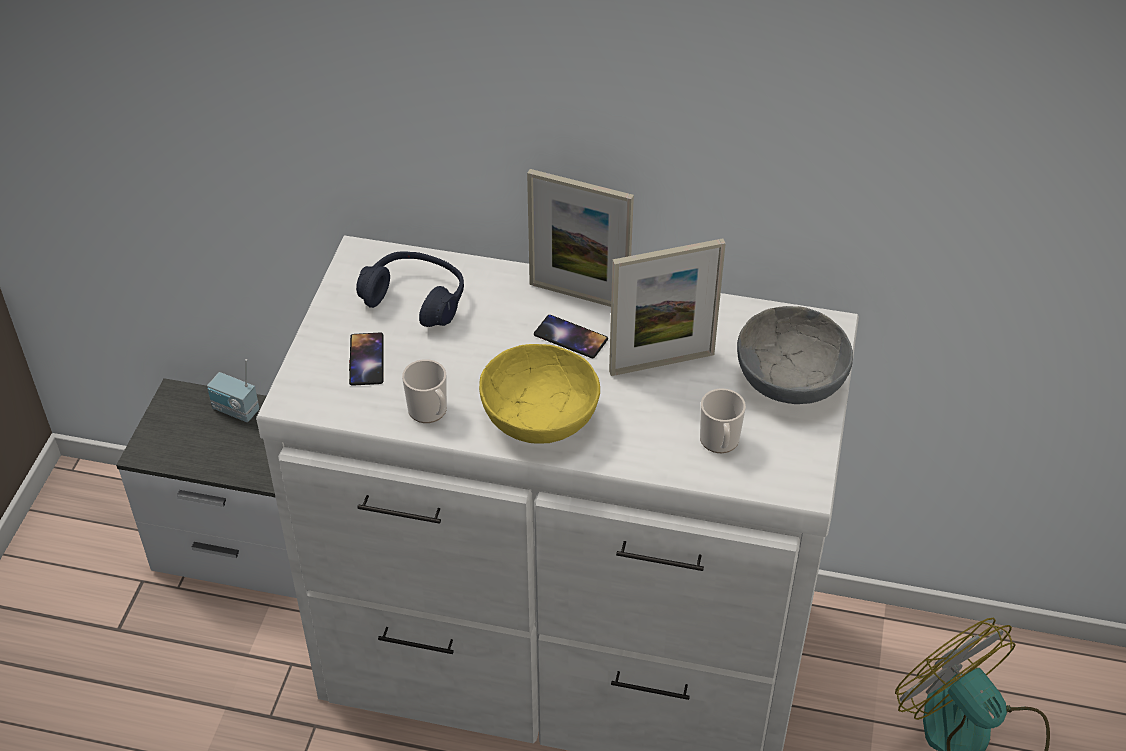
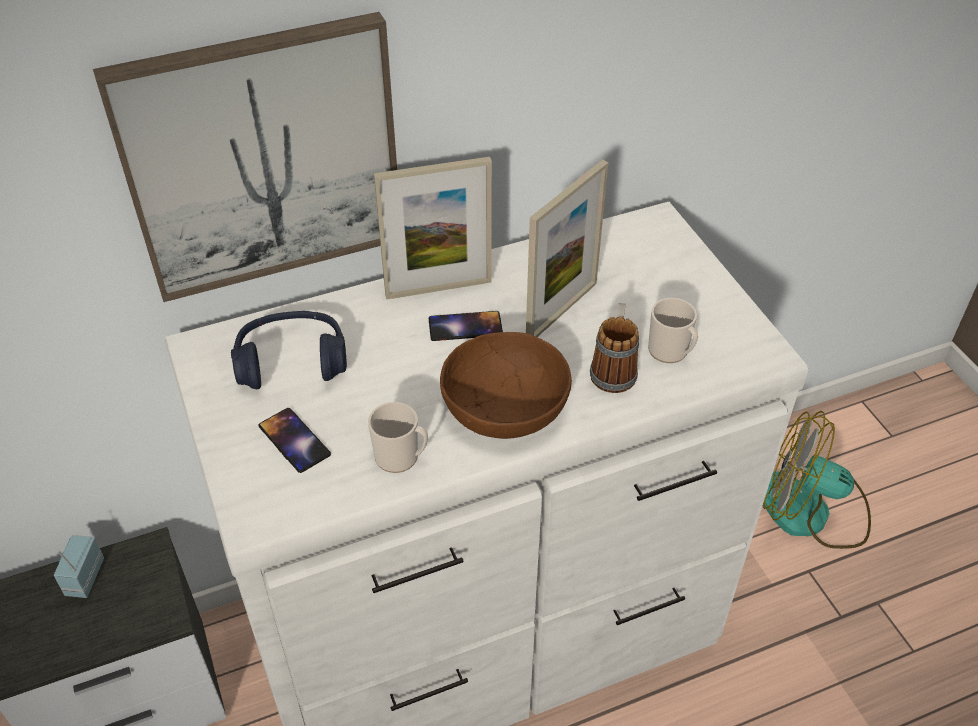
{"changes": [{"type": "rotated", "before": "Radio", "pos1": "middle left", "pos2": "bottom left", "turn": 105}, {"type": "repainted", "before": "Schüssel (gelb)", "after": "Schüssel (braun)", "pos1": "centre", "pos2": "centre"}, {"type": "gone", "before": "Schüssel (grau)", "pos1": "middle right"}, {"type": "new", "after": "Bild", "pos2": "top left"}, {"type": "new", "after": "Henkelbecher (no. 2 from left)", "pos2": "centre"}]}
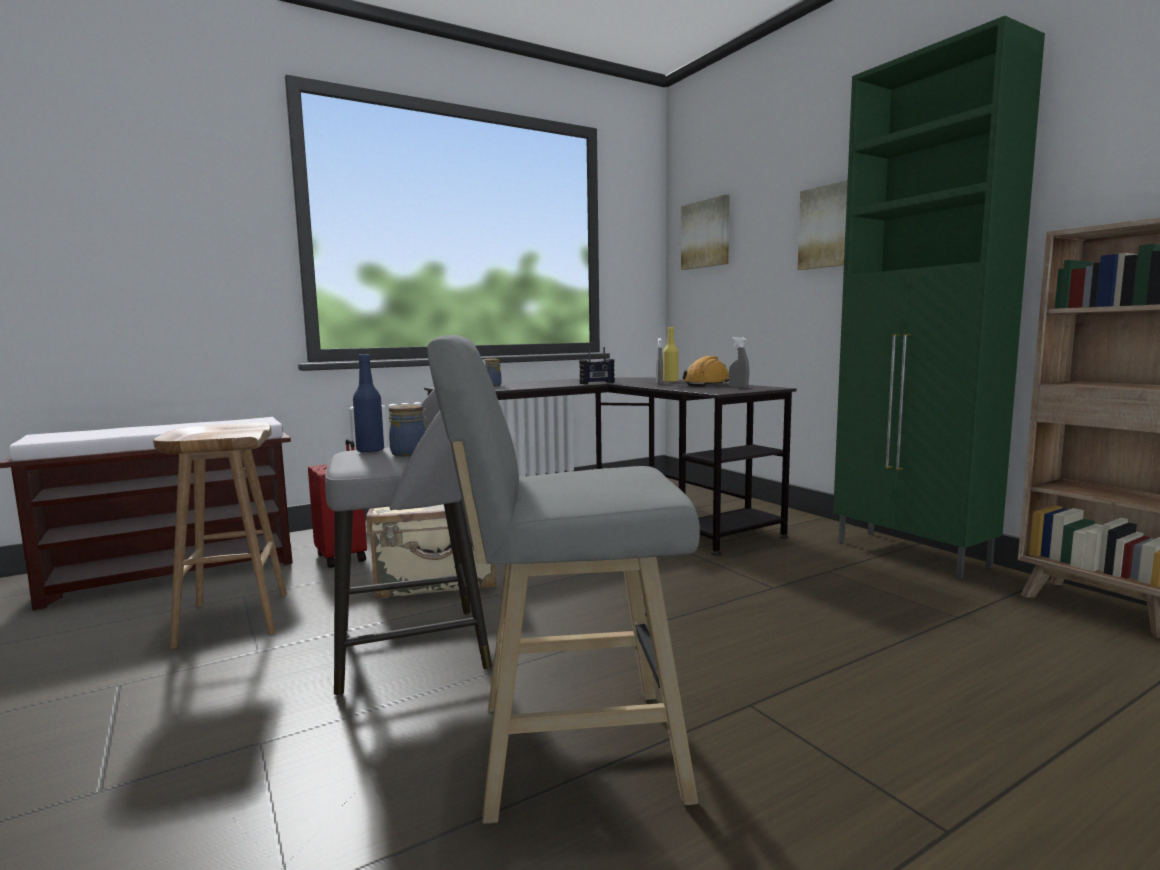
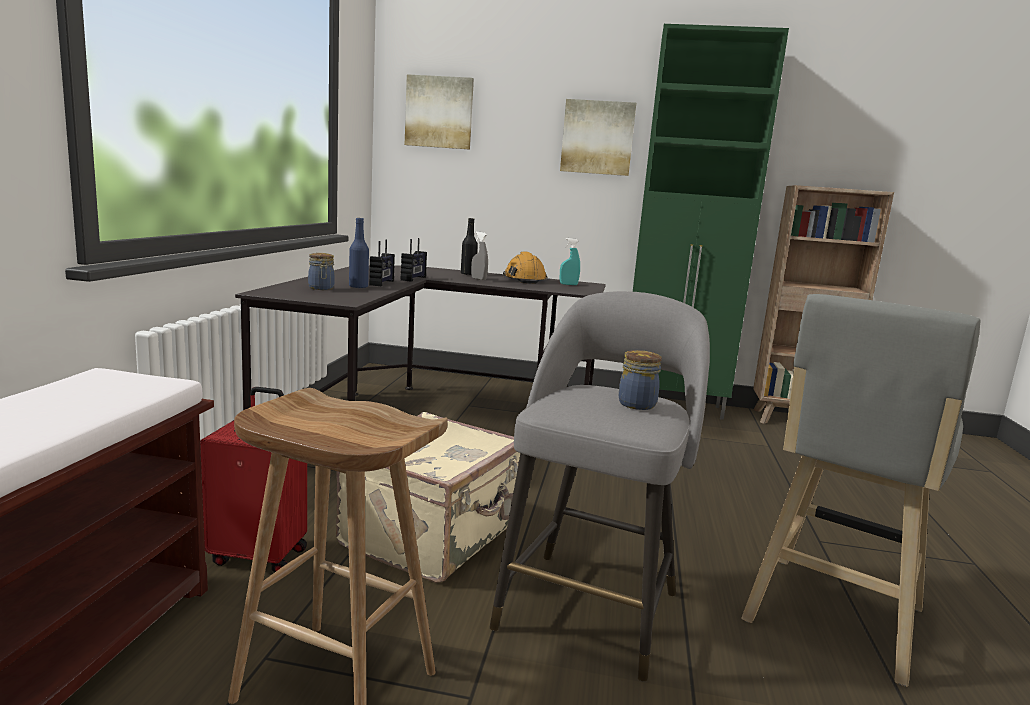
{"changes": [{"type": "shifted", "before": "Flasche (blau)", "pos1": "middle left", "pos2": "centre"}, {"type": "repainted", "before": "Flasche (gelb)", "after": "Flasche (schwarz)", "pos1": "centre", "pos2": "centre"}, {"type": "repainted", "before": "Sprühflasche (grau) (no. 2 from left)", "after": "Sprühflasche (türkis)", "pos1": "centre", "pos2": "centre"}, {"type": "new", "after": "Radio (no. 1 from left)", "pos2": "centre"}]}
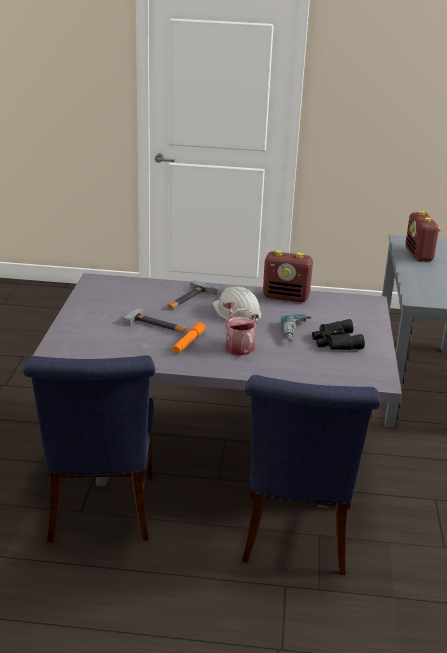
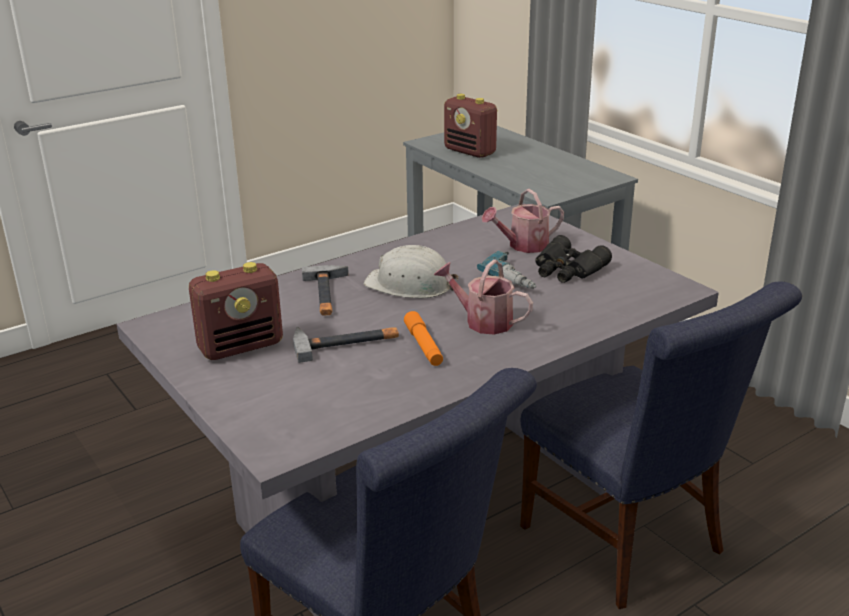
{"changes": [{"type": "shifted", "before": "Radio (no. 1 from left)", "pos1": "centre", "pos2": "middle left"}, {"type": "new", "after": "Gießkanne (no. 2 from left)", "pos2": "centre"}]}
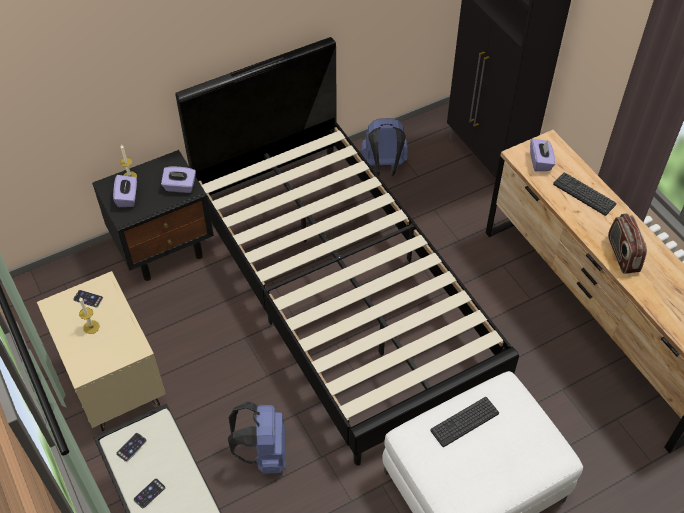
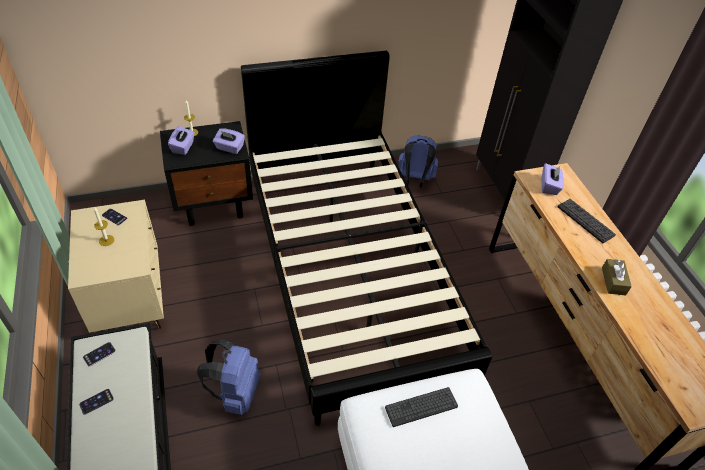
{"changes": [{"type": "swapped", "before": "Radio", "after": "Taschentuchbox (braun)", "pos1": "middle right", "pos2": "middle right"}]}
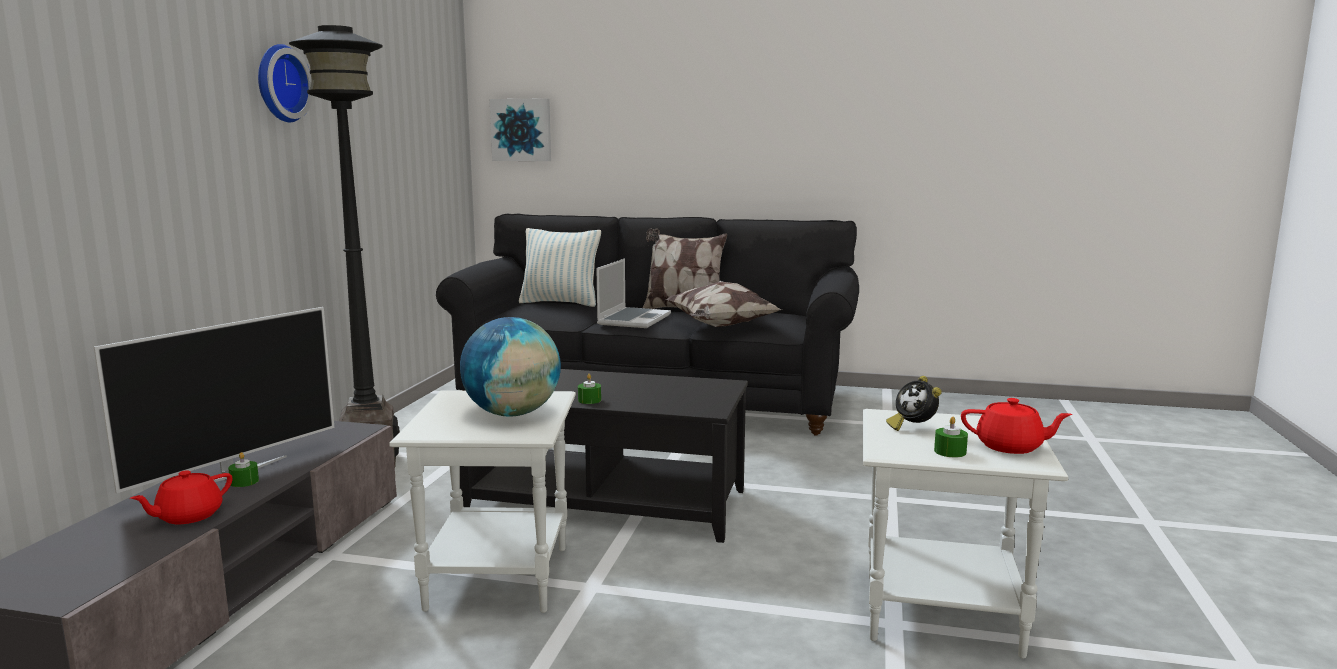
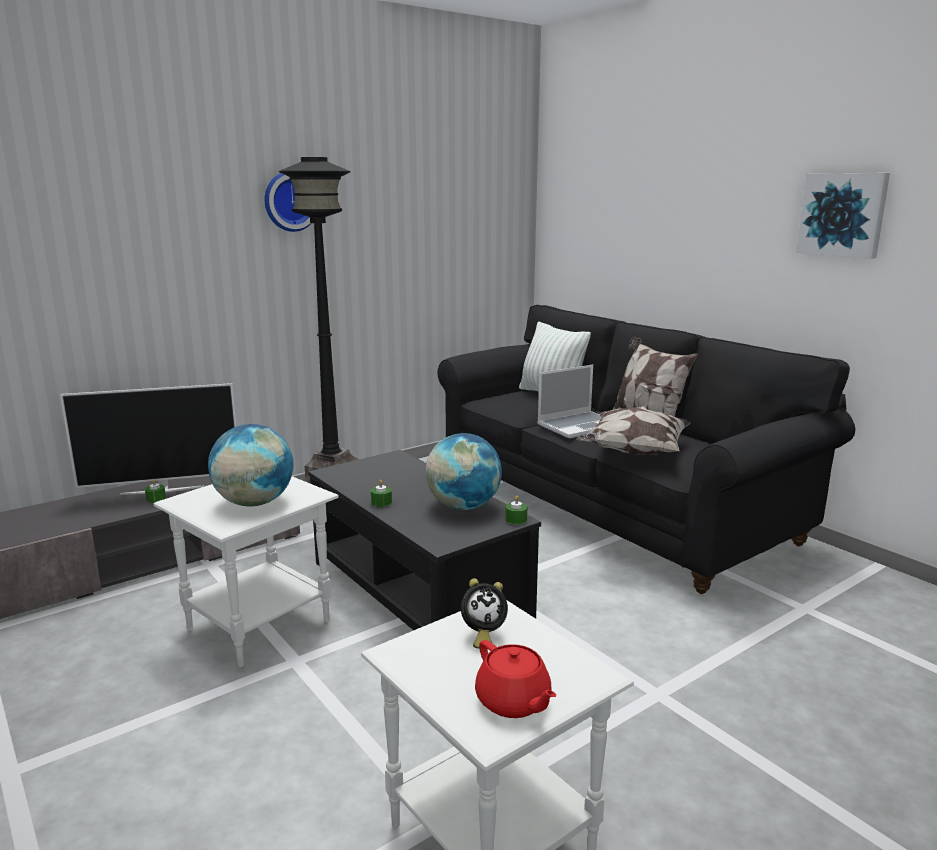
{"changes": [{"type": "gone", "before": "Teekanne (rot) (no. 1 from left)", "pos1": "bottom left"}, {"type": "shifted", "before": "Bild", "pos1": "top centre", "pos2": "top right"}, {"type": "rotated", "before": "Wecker", "pos1": "middle right", "pos2": "bottom centre", "turn": -120}, {"type": "shifted", "before": "Kerze (grün) (no. 3 from left)", "pos1": "middle right", "pos2": "centre"}, {"type": "new", "after": "Globus (no. 2 from left)", "pos2": "centre"}]}
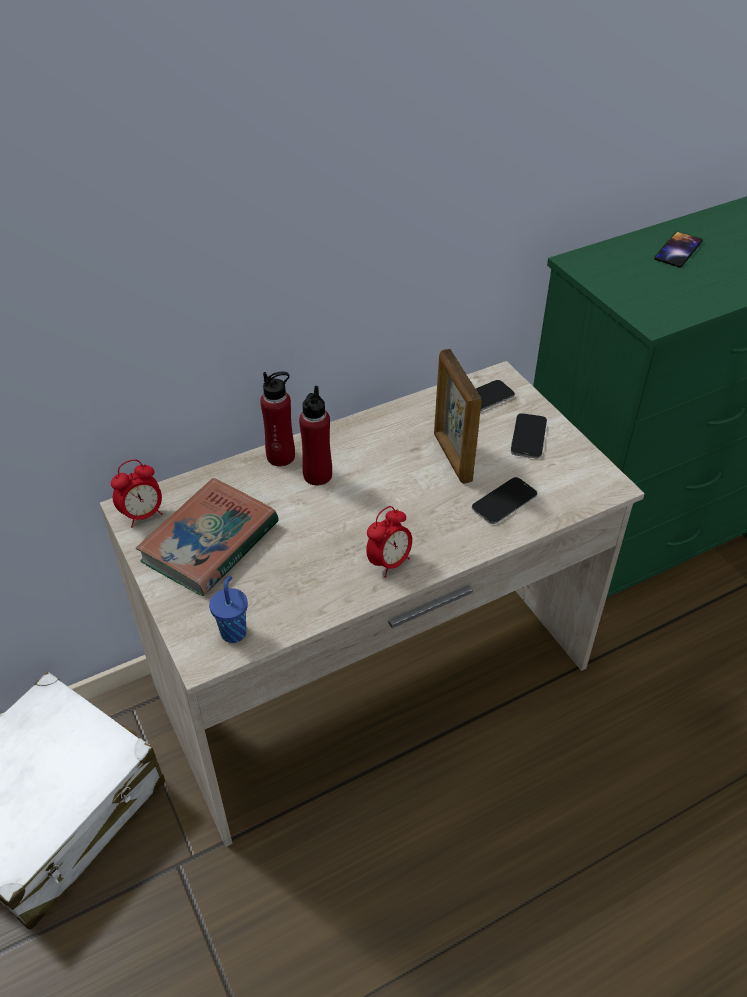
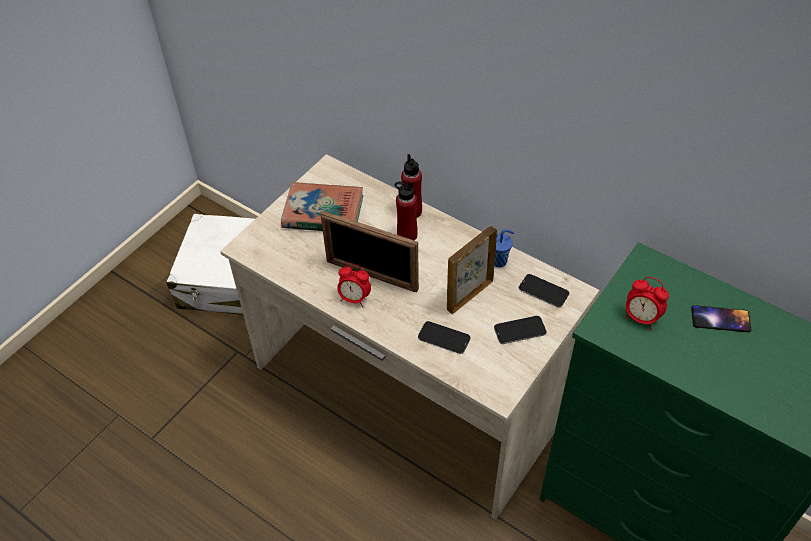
{"changes": [{"type": "shifted", "before": "Wecker (no. 1 from left in the first image)", "after": "Wecker (no. 2 from left)", "pos1": "middle left", "pos2": "middle right"}, {"type": "shifted", "before": "Tasse (blau)", "pos1": "middle left", "pos2": "centre"}, {"type": "new", "after": "Bilderrahmen (no. 1 from left)", "pos2": "centre"}]}
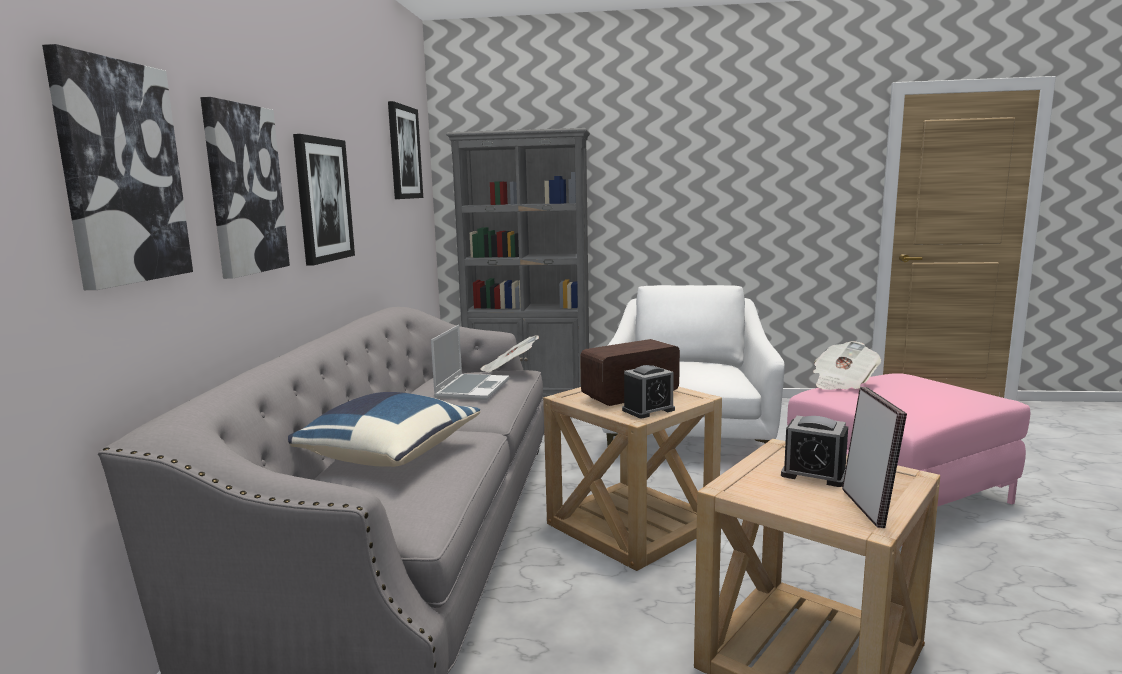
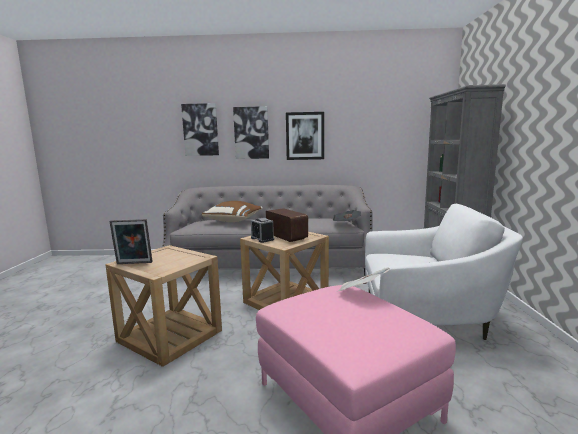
{"changes": [{"type": "repainted", "before": "Kissen (blau)", "after": "Kissen (braun)", "pos1": "centre", "pos2": "centre"}, {"type": "gone", "before": "Bild (no. 4 from left)", "pos1": "top centre"}, {"type": "gone", "before": "Laptop", "pos1": "centre"}, {"type": "gone", "before": "Wecker (no. 2 from left)", "pos1": "bottom right"}]}
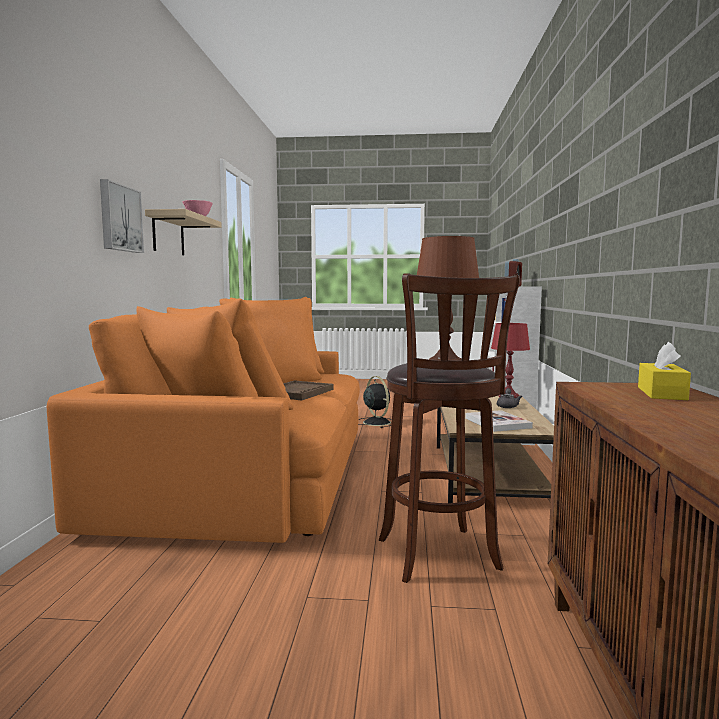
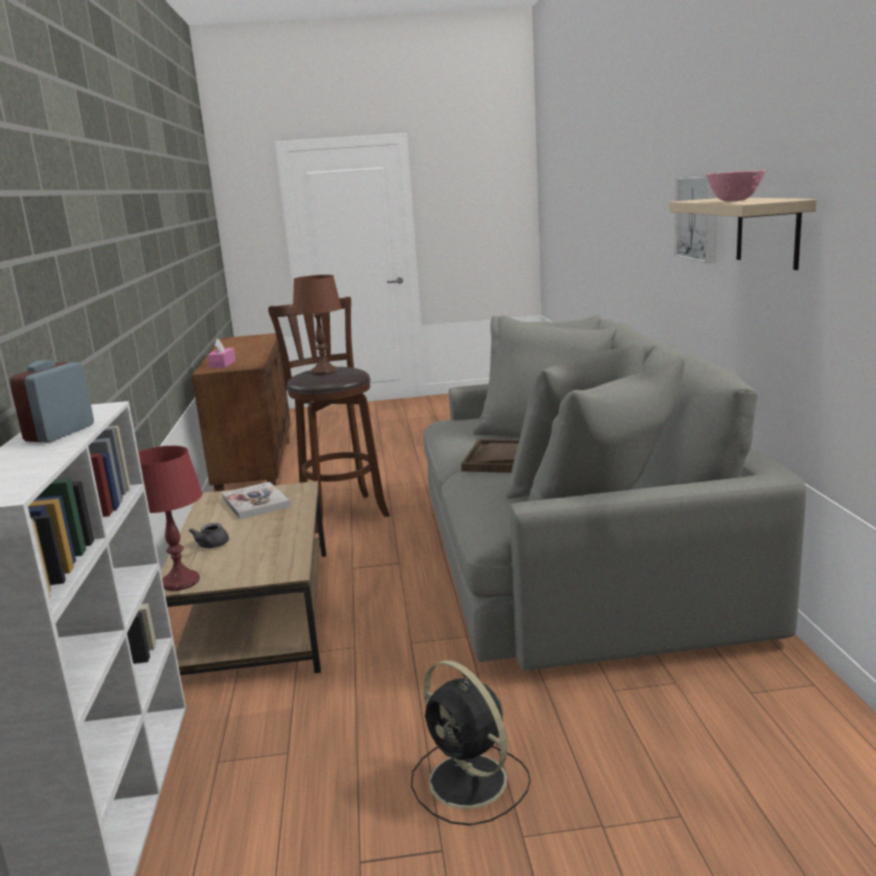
{"changes": [{"type": "repainted", "before": "Sofa (orange)", "after": "Sofa (grau)", "pos1": "middle left", "pos2": "middle right"}, {"type": "repainted", "before": "Taschentuchbox (gelb)", "after": "Taschentuchbox (rosa)", "pos1": "middle right", "pos2": "middle left"}]}
